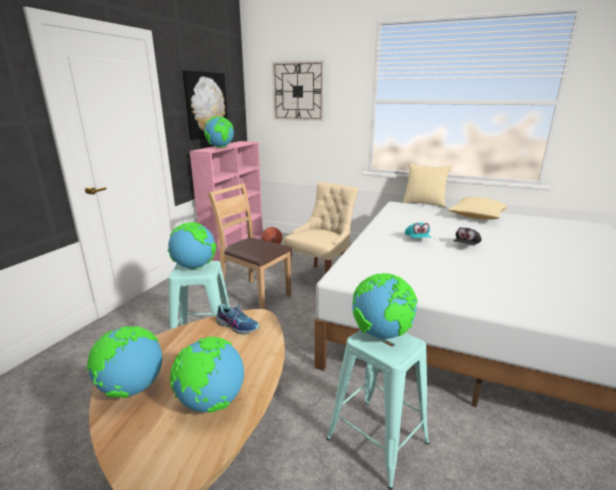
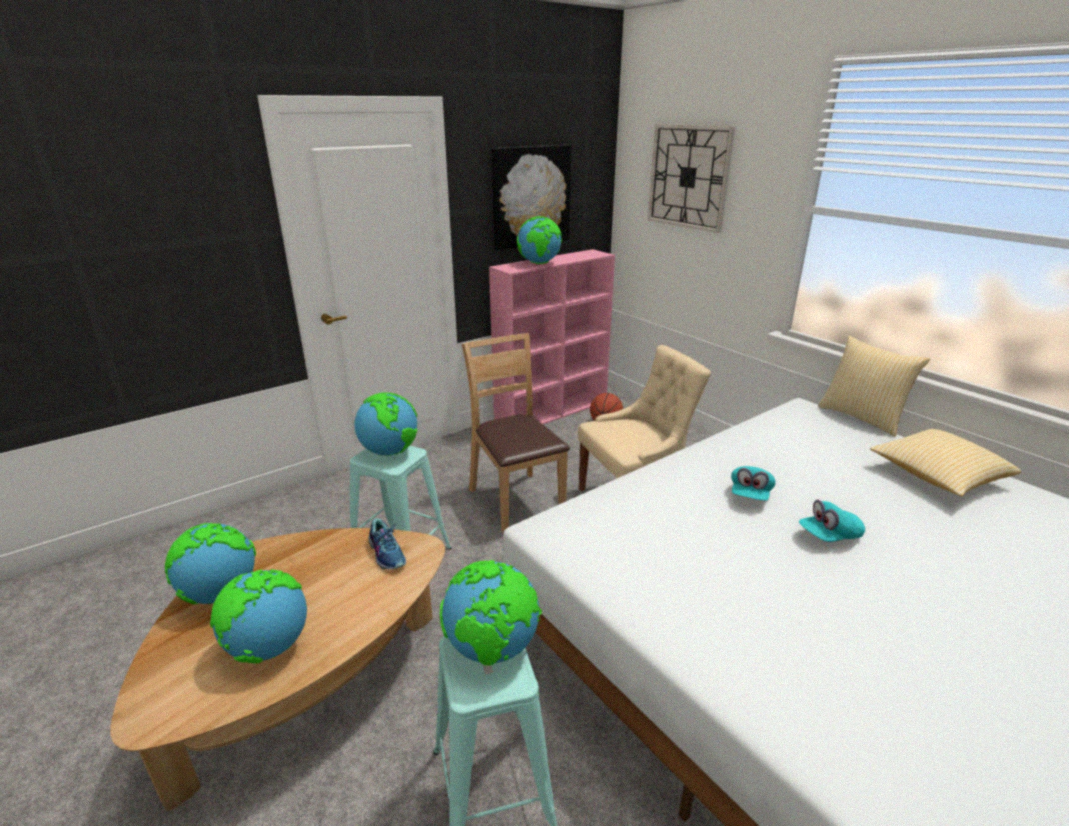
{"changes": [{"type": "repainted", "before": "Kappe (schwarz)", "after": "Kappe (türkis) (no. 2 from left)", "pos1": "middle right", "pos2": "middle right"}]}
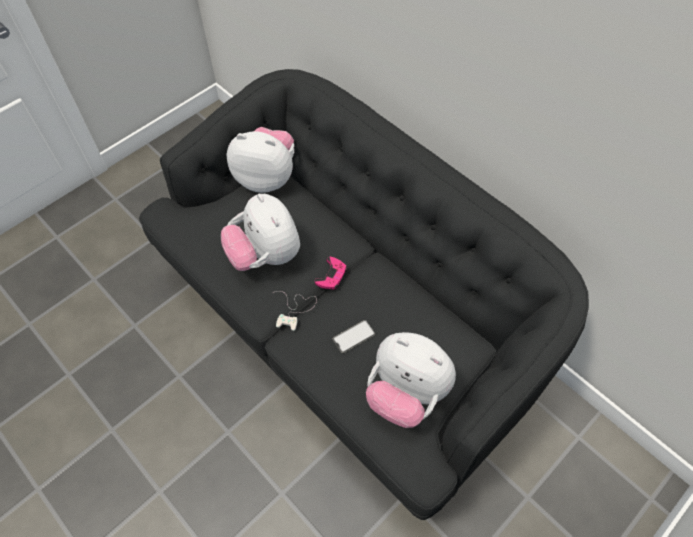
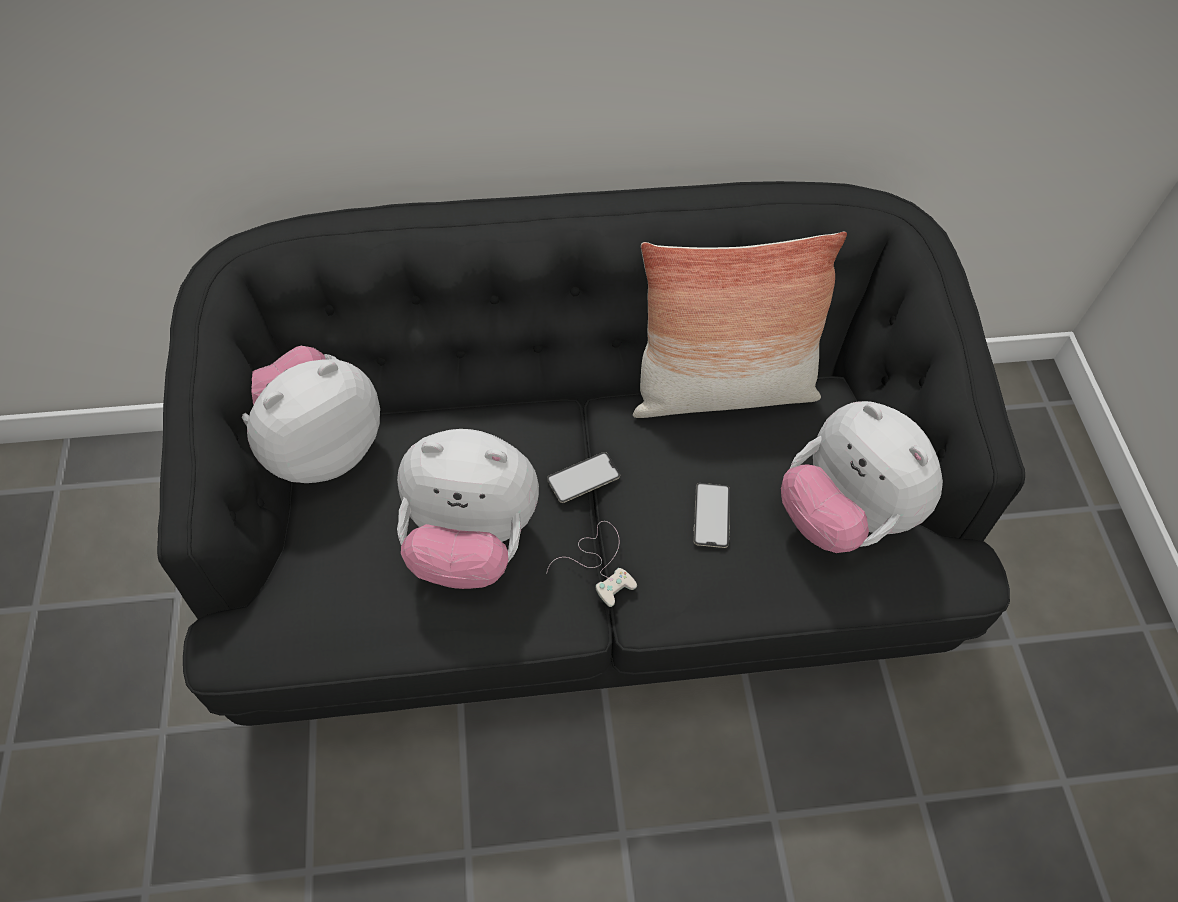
{"changes": [{"type": "swapped", "before": "Gamepad (rosa)", "after": "Handy (no. 1 from left)", "pos1": "centre", "pos2": "centre"}, {"type": "rotated", "before": "Plüschtier (no. 3 from left)", "pos1": "bottom centre", "pos2": "middle right", "turn": 75}, {"type": "new", "after": "Kissen", "pos2": "centre"}]}
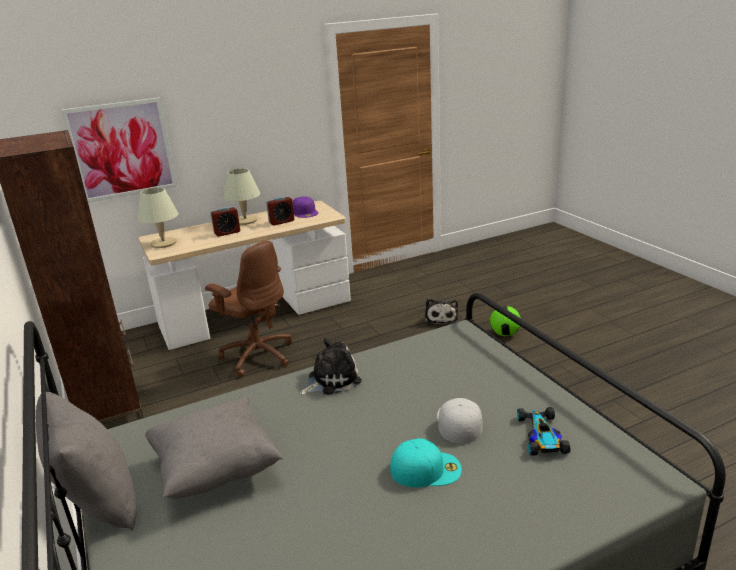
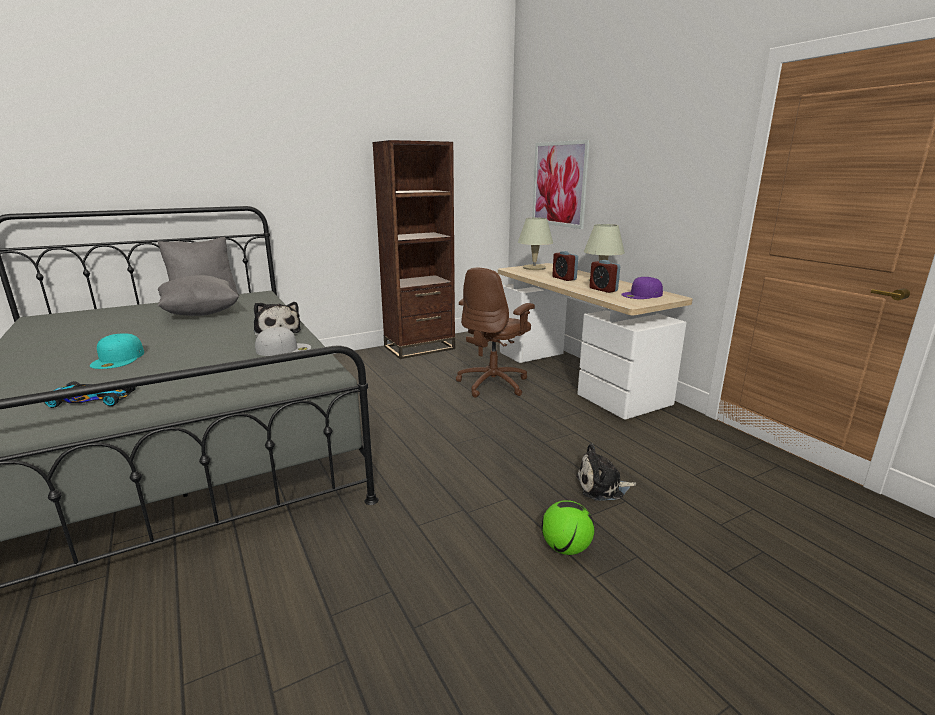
{"changes": [{"type": "shifted", "before": "Kappe (weiß)", "pos1": "bottom centre", "pos2": "middle left"}]}
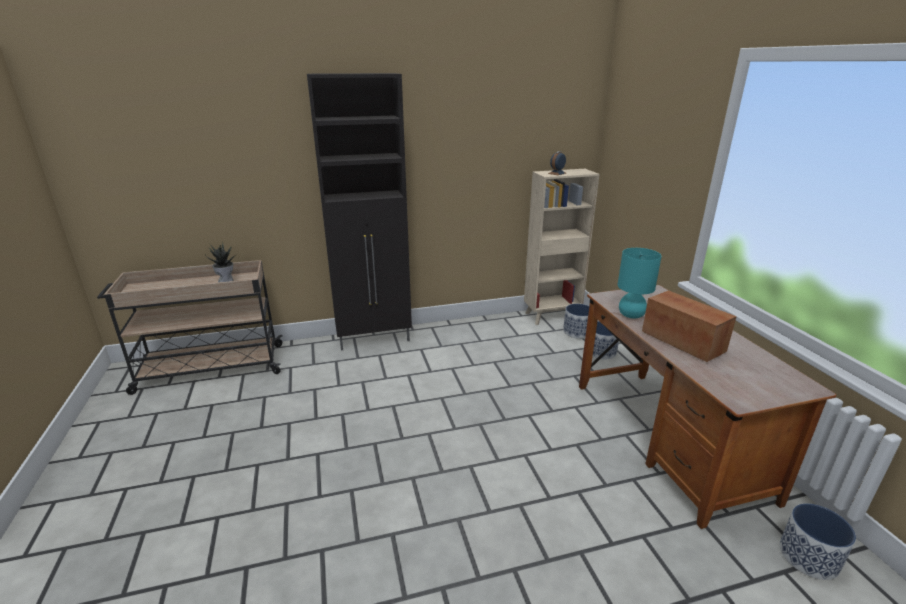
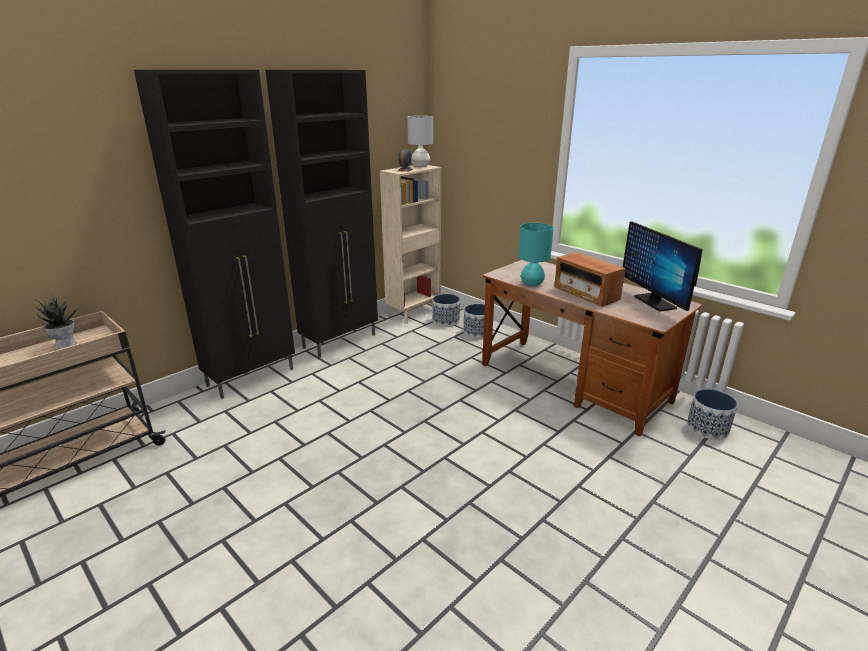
{"changes": [{"type": "rotated", "before": "Radio", "pos1": "middle right", "pos2": "middle right", "turn": -150}, {"type": "new", "after": "Schrank (schwarz) (no. 2 from left)", "pos2": "top centre"}, {"type": "new", "after": "Tischlampe (grau)", "pos2": "top centre"}, {"type": "new", "after": "Monitor", "pos2": "middle right"}]}
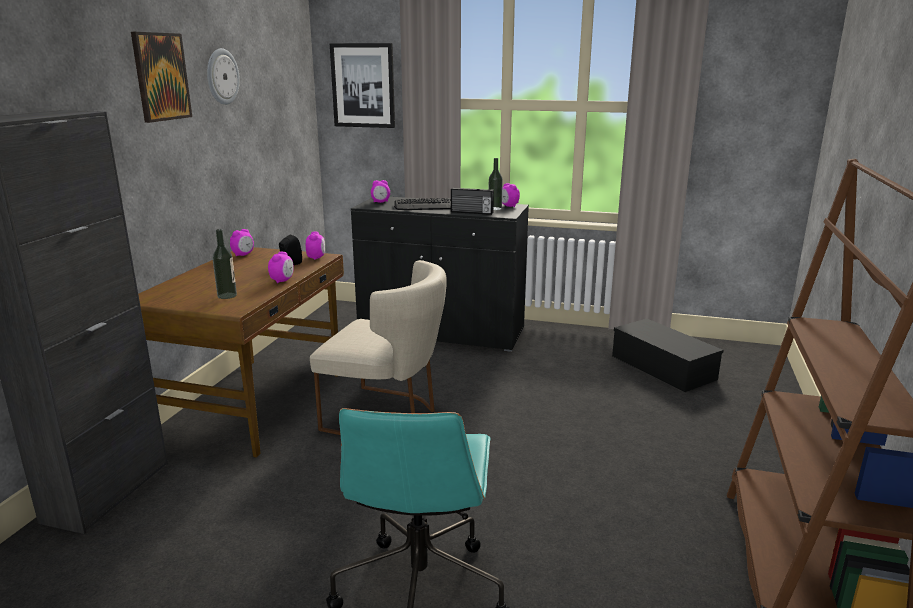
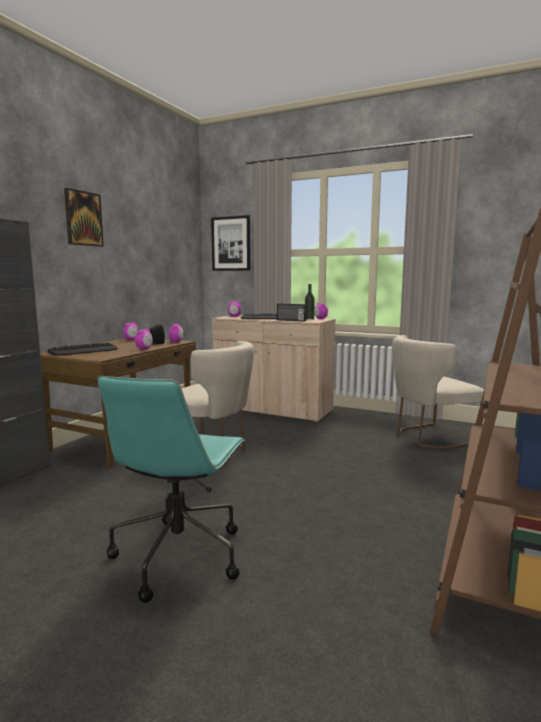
{"changes": [{"type": "gone", "before": "Wanduhr", "pos1": "top left"}, {"type": "gone", "before": "Flasche (no. 1 from left)", "pos1": "middle left"}, {"type": "repainted", "before": "Schrank (schwarz) (no. 2 from left)", "after": "Schrank (beige)", "pos1": "centre", "pos2": "centre"}, {"type": "swapped", "before": "Aufbewahrungsbox (schwarz)", "after": "Stuhl (beige) (no. 2 from left)", "pos1": "middle right", "pos2": "middle right"}, {"type": "new", "after": "Tastatur (no. 1 from left)", "pos2": "middle left"}]}
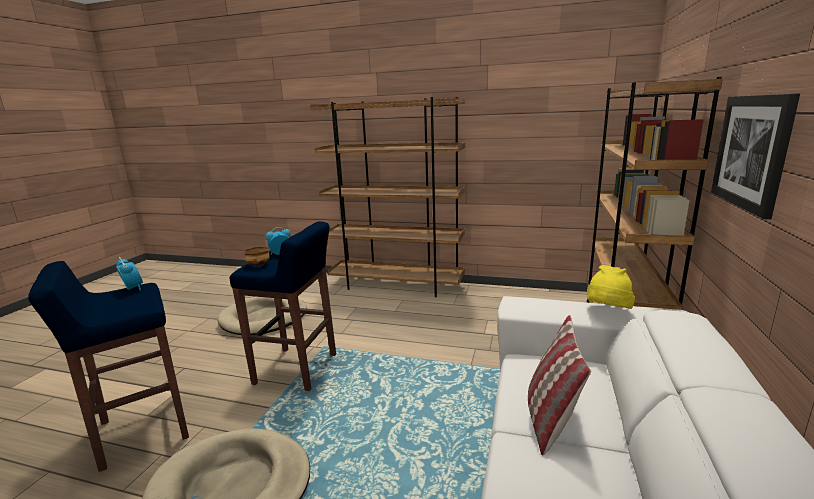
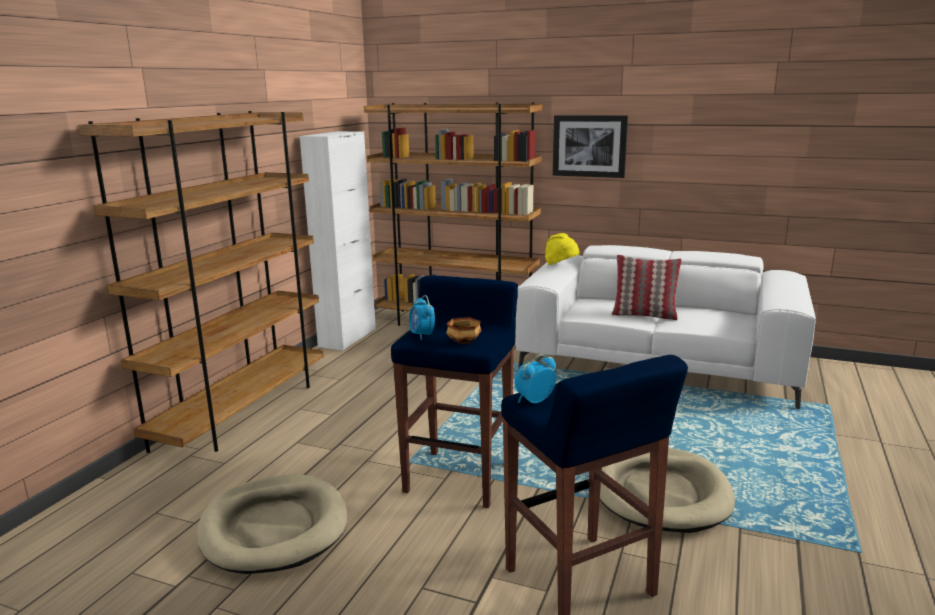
{"changes": [{"type": "new", "after": "Schrank (weiß)", "pos2": "centre"}]}
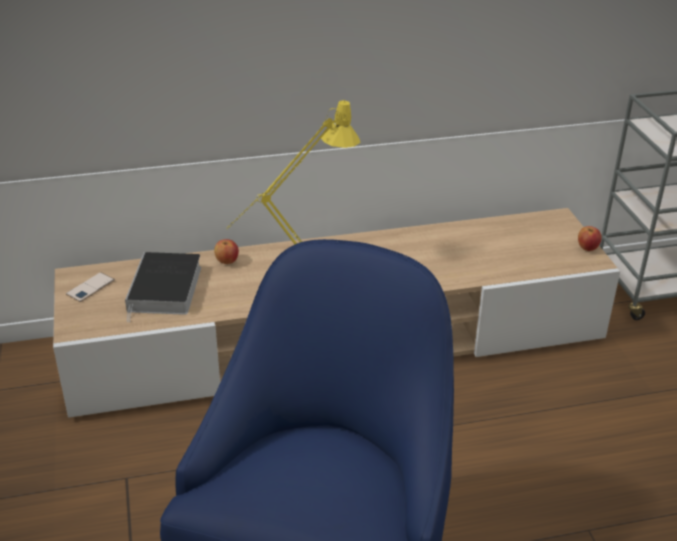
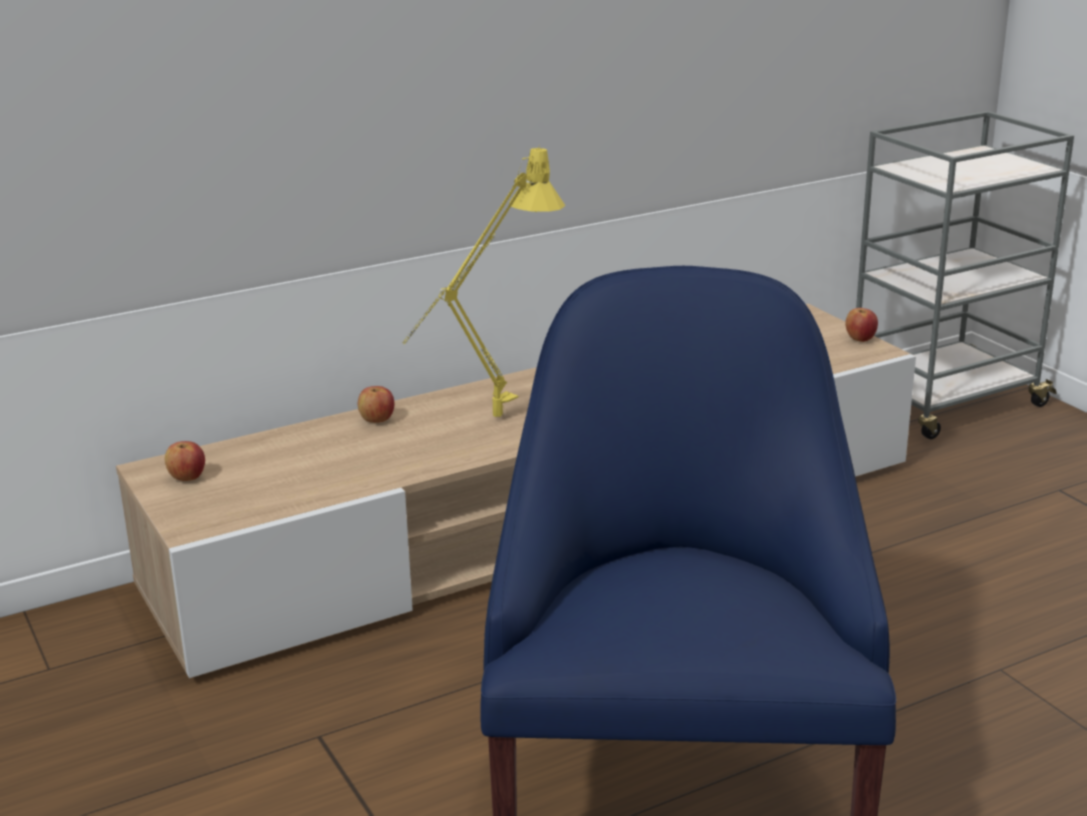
{"changes": [{"type": "swapped", "before": "Handy", "after": "Apfel (no. 1 from left)", "pos1": "middle left", "pos2": "middle left"}, {"type": "gone", "before": "Buch", "pos1": "middle left"}]}
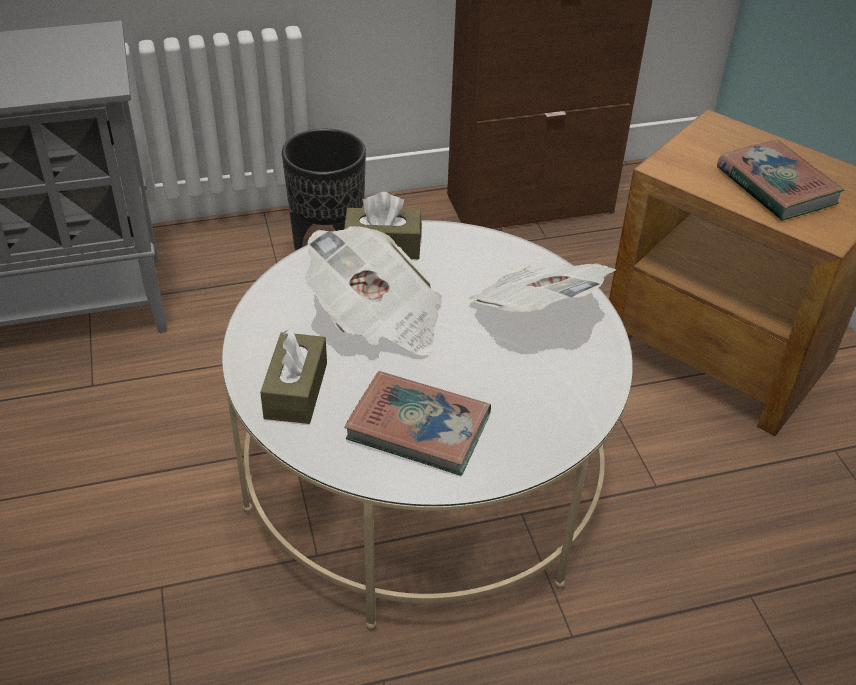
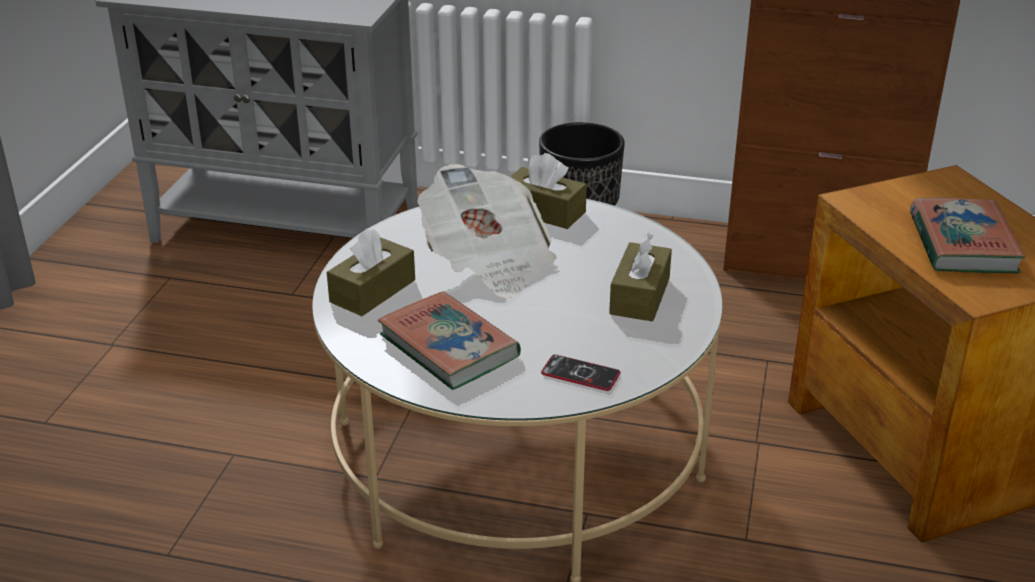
{"changes": [{"type": "swapped", "before": "Zeitung (no. 2 from left)", "after": "Taschentuchbox (braun) (no. 3 from left)", "pos1": "centre", "pos2": "centre"}, {"type": "new", "after": "Handy", "pos2": "centre"}]}
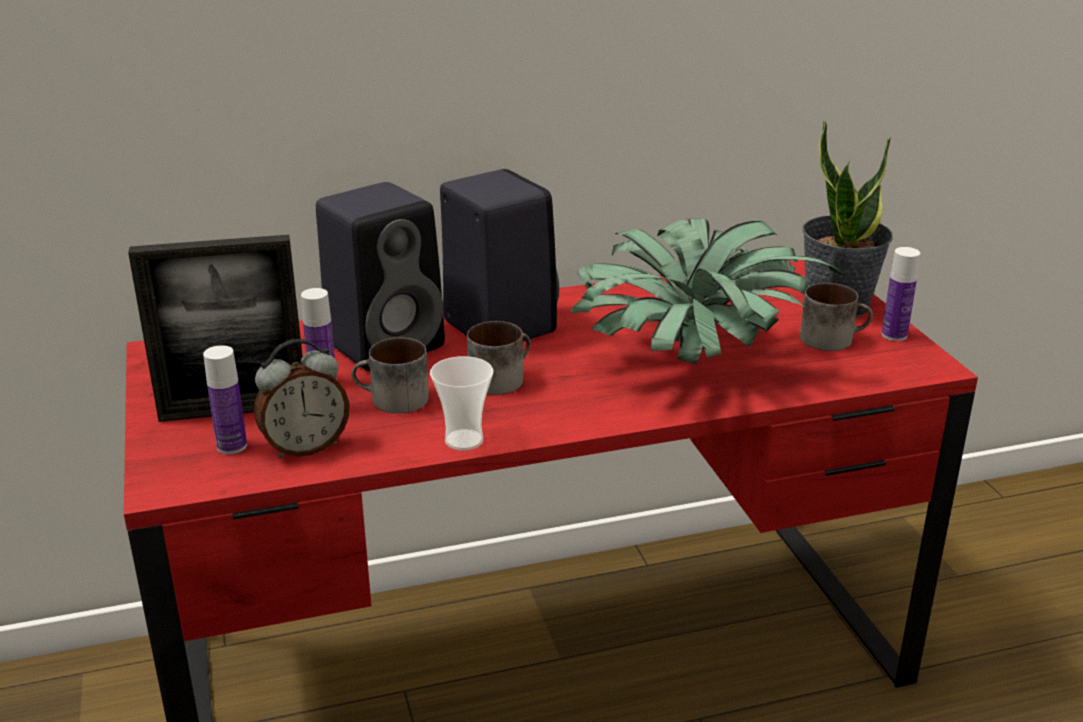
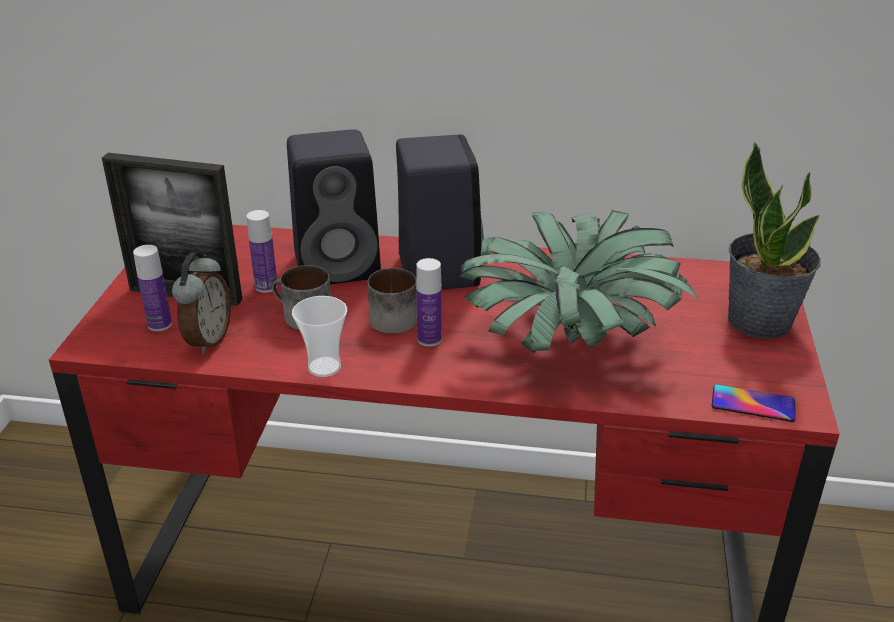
{"changes": [{"type": "rotated", "before": "Wecker", "pos1": "middle left", "pos2": "middle left", "turn": -75}, {"type": "gone", "before": "Henkelbecher (no. 3 from left)", "pos1": "middle right"}, {"type": "shifted", "before": "Flasche (no. 3 from left)", "pos1": "middle right", "pos2": "centre"}, {"type": "new", "after": "Handy", "pos2": "middle right"}]}
